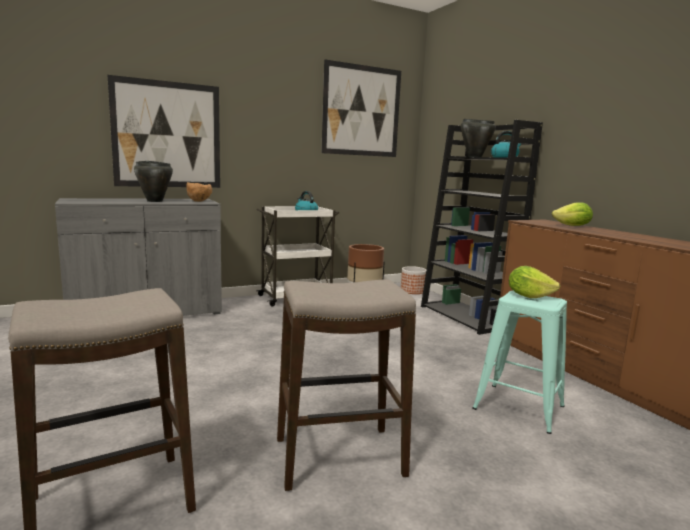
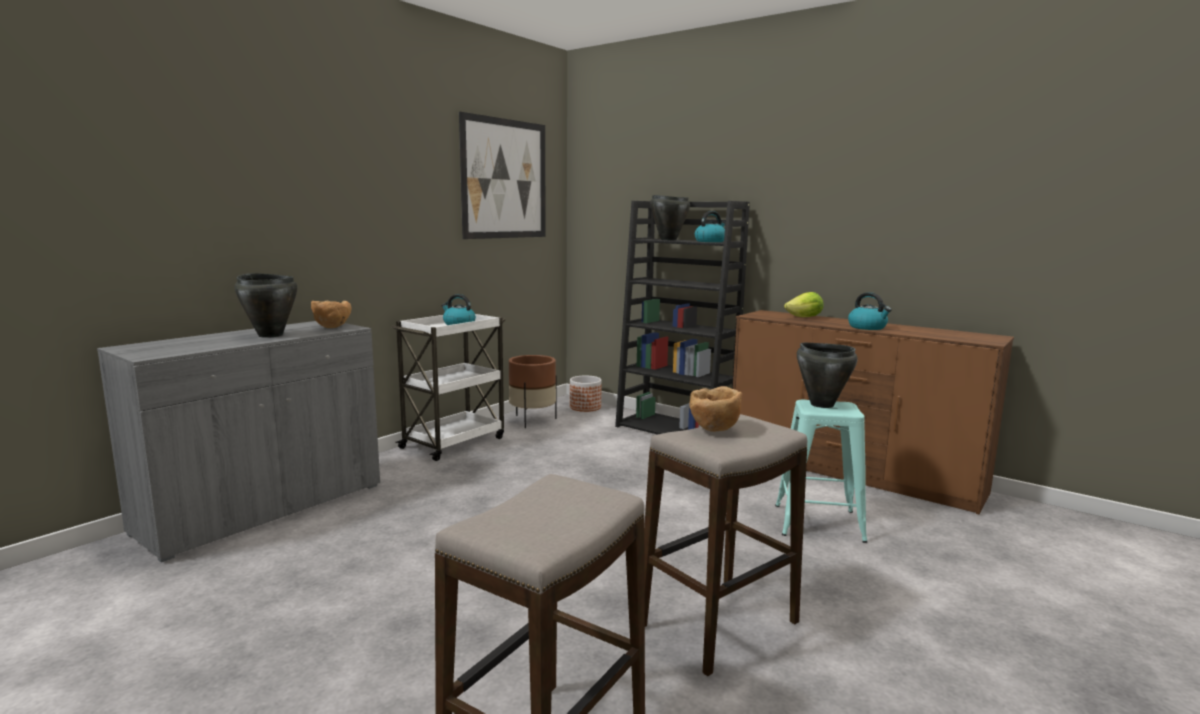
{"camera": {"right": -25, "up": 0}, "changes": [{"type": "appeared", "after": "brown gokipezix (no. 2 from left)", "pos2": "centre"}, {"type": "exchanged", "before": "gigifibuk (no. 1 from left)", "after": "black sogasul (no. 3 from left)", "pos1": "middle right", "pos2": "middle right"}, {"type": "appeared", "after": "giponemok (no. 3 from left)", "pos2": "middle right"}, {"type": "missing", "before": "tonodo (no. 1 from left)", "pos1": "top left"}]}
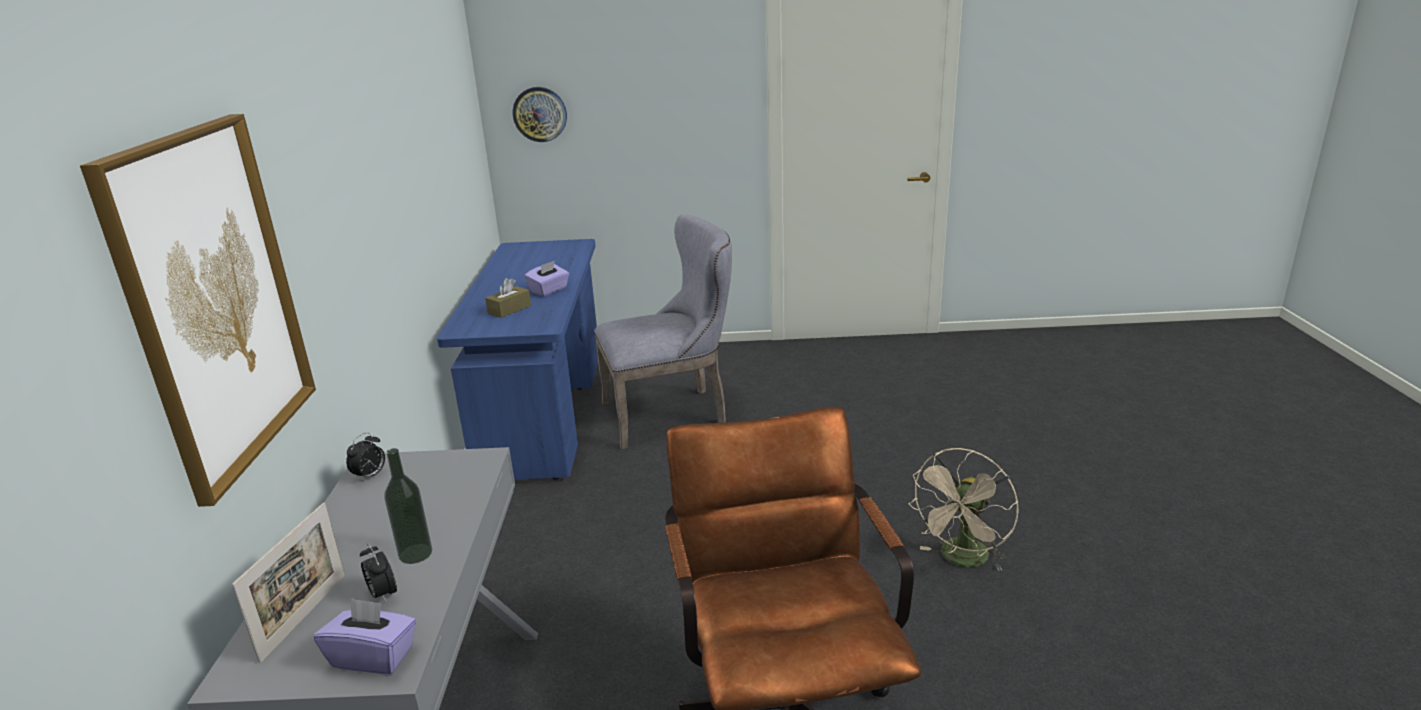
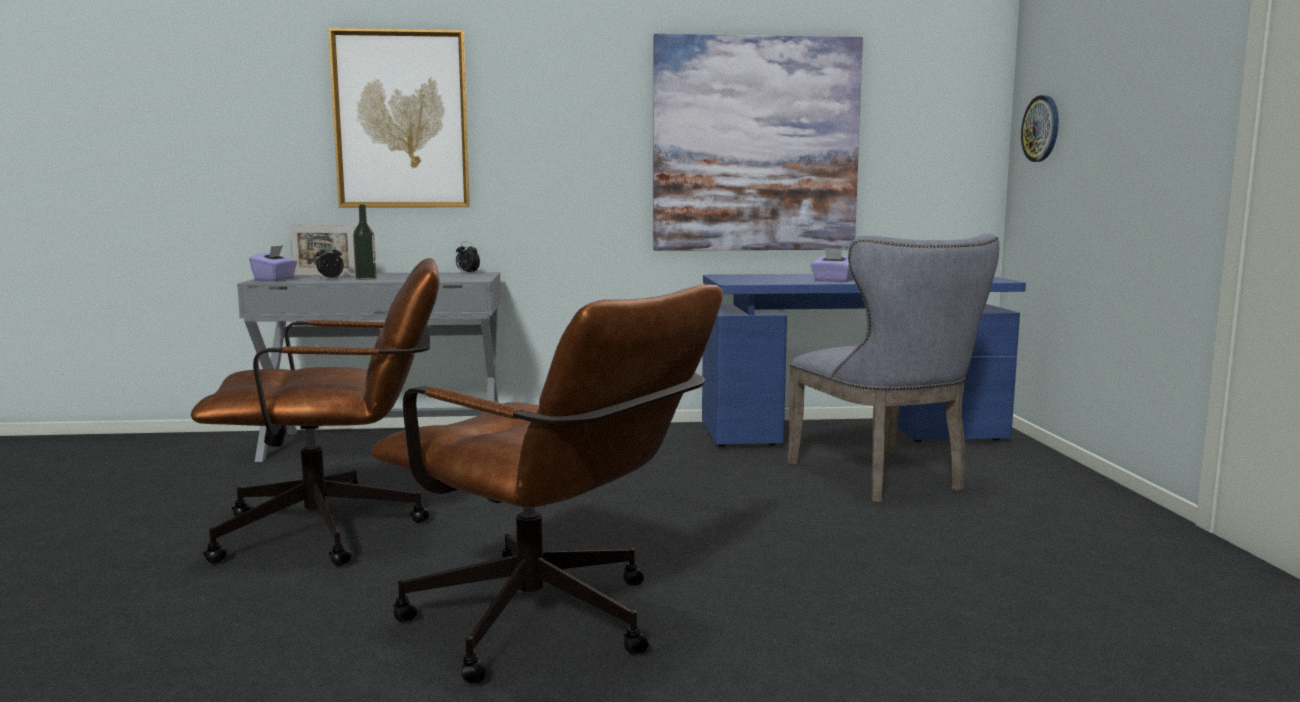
{"camera": {"right": 85, "up": -15}, "changes": [{"type": "exchanged", "before": "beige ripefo", "after": "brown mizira (no. 2 from left)", "pos1": "bottom right", "pos2": "bottom centre"}, {"type": "appeared", "after": "tonodo (no. 2 from left)", "pos2": "top centre"}, {"type": "missing", "before": "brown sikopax", "pos1": "centre"}]}
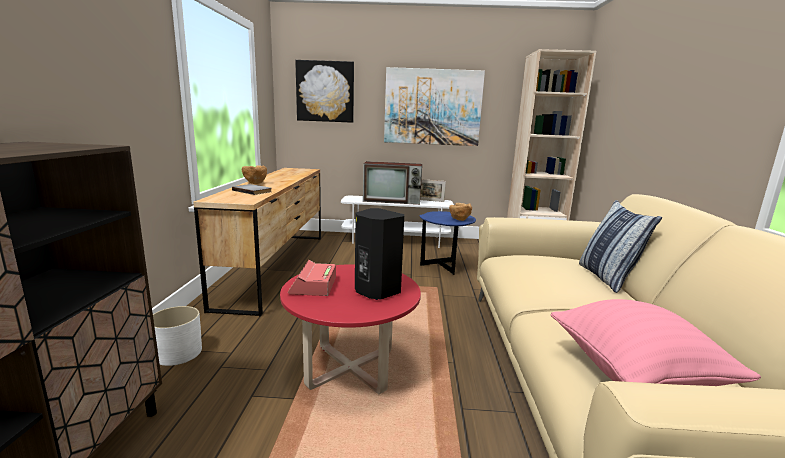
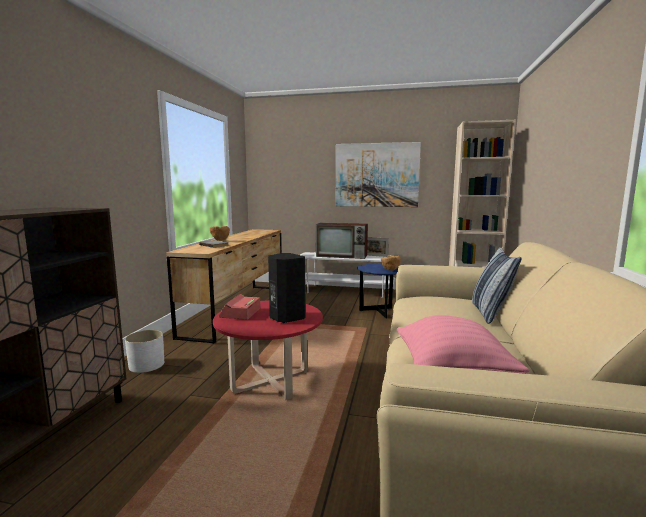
{"camera": {"right": 10, "up": -5}, "changes": [{"type": "missing", "before": "tonodo (no. 1 from left)", "pos1": "top centre"}]}
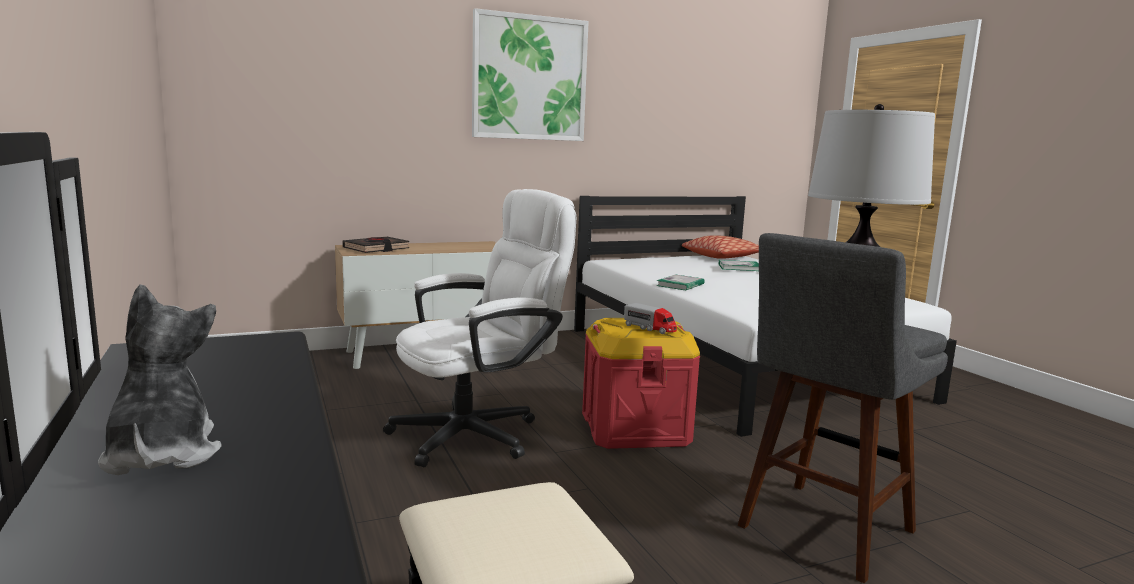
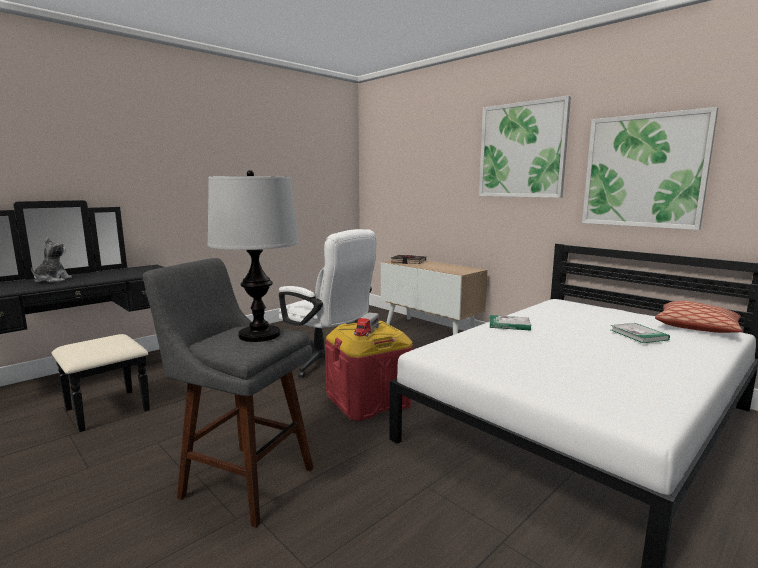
{"camera": {"right": 70, "up": 0}, "changes": [{"type": "spun", "before": "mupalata", "pos1": "middle left", "pos2": "middle left", "turn": -45}, {"type": "appeared", "after": "tonodo (no. 2 from left)", "pos2": "top right"}]}
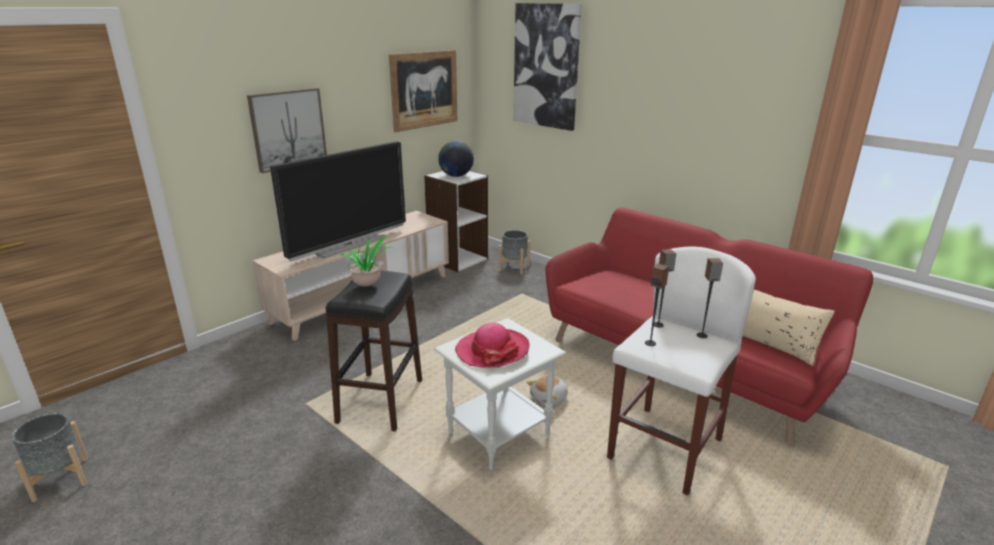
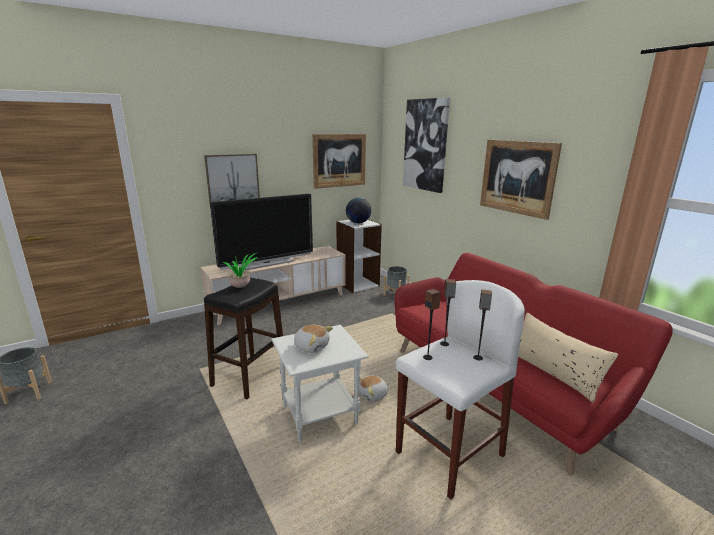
{"camera": {"right": 15, "up": -5}, "changes": [{"type": "exchanged", "before": "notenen", "after": "mupalata (no. 1 from left)", "pos1": "centre", "pos2": "centre"}, {"type": "appeared", "after": "tonodo (no. 4 from left)", "pos2": "middle right"}]}
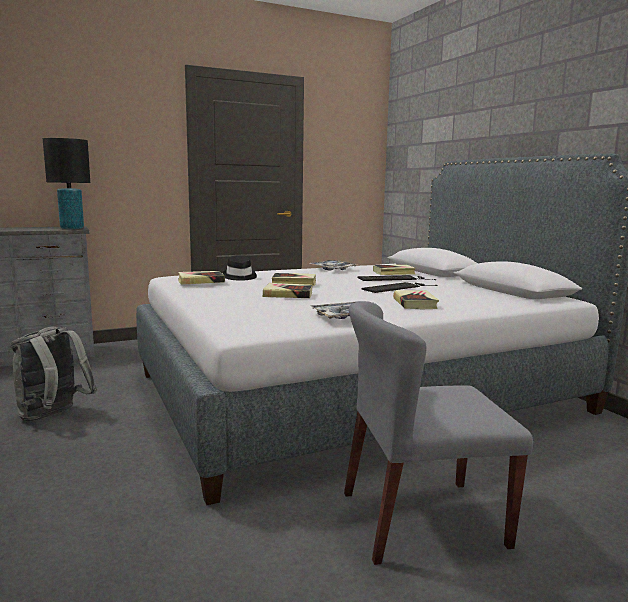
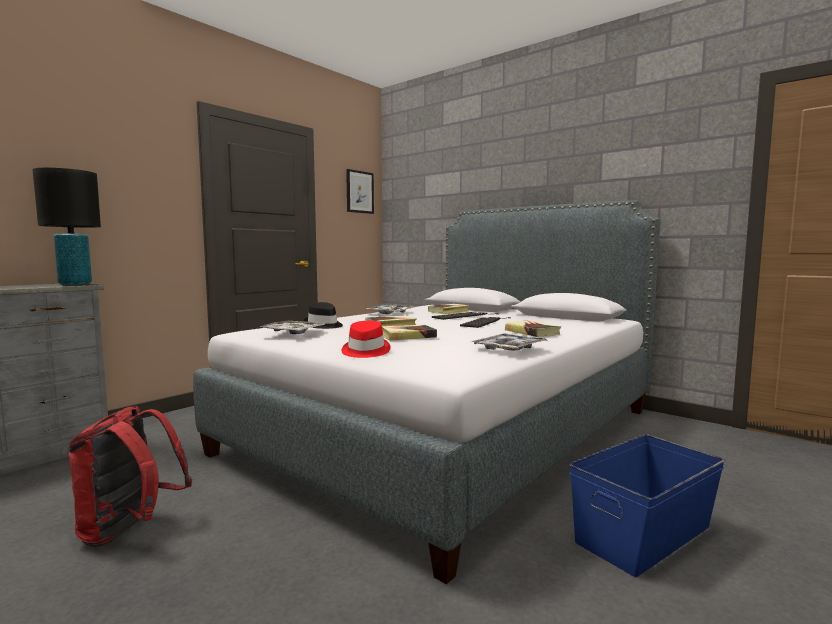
{"camera": {"right": -25, "up": -5}, "changes": [{"type": "colour", "before": "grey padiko", "after": "red padiko", "pos1": "middle left", "pos2": "bottom left"}, {"type": "exchanged", "before": "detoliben (no. 1 from left)", "after": "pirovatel (no. 1 from left)", "pos1": "middle left", "pos2": "centre"}, {"type": "appeared", "after": "red notenen", "pos2": "centre"}, {"type": "appeared", "after": "tonodo", "pos2": "top centre"}, {"type": "exchanged", "before": "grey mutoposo", "after": "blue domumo", "pos1": "bottom right", "pos2": "bottom right"}]}
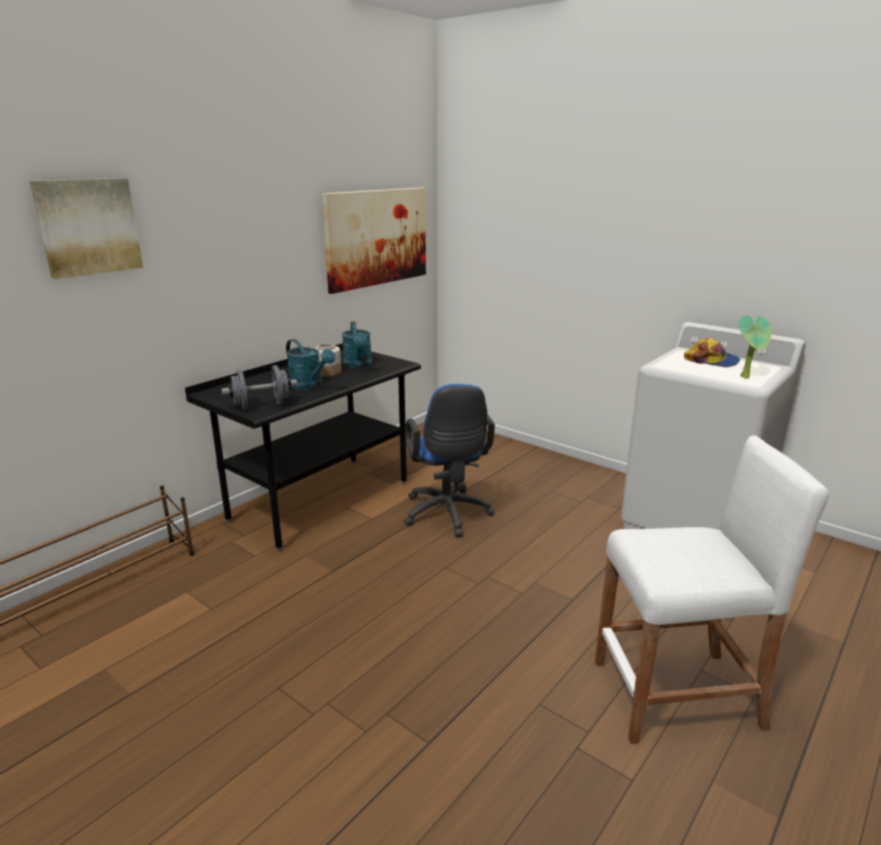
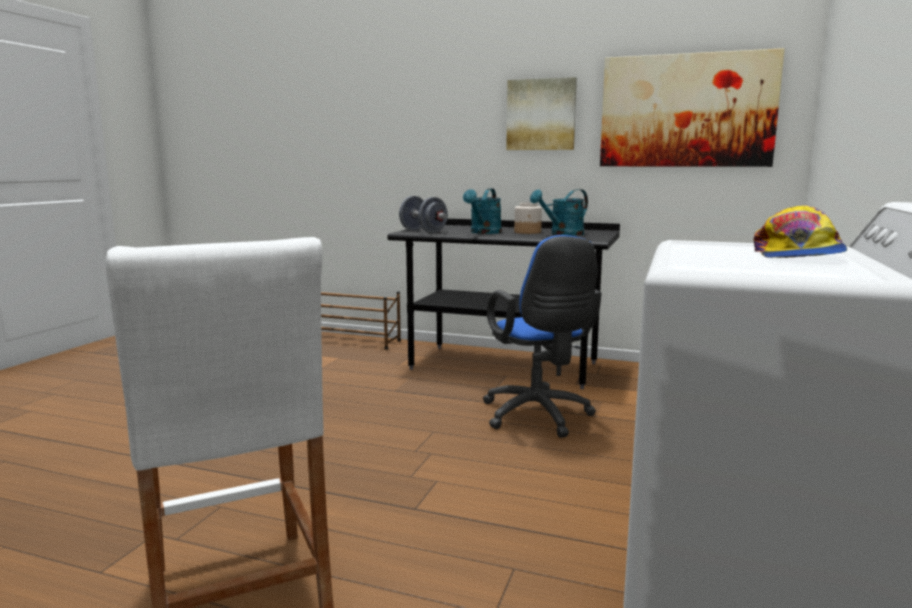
{"camera": {"right": 70, "up": -10}, "changes": [{"type": "spun", "before": "blue mizira", "pos1": "centre", "pos2": "centre", "turn": -75}, {"type": "relocated", "before": "tonodo (no. 1 from left)", "pos1": "top left", "pos2": "top centre"}, {"type": "missing", "before": "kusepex", "pos1": "middle right"}]}
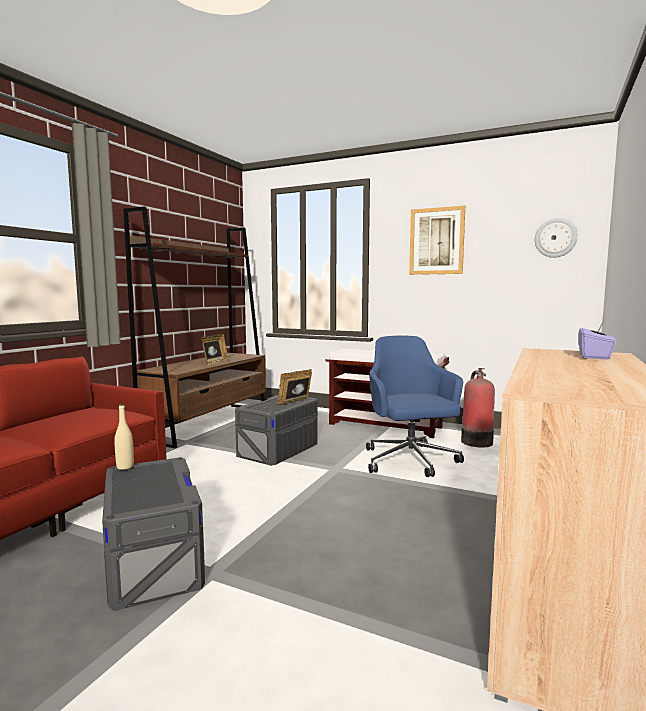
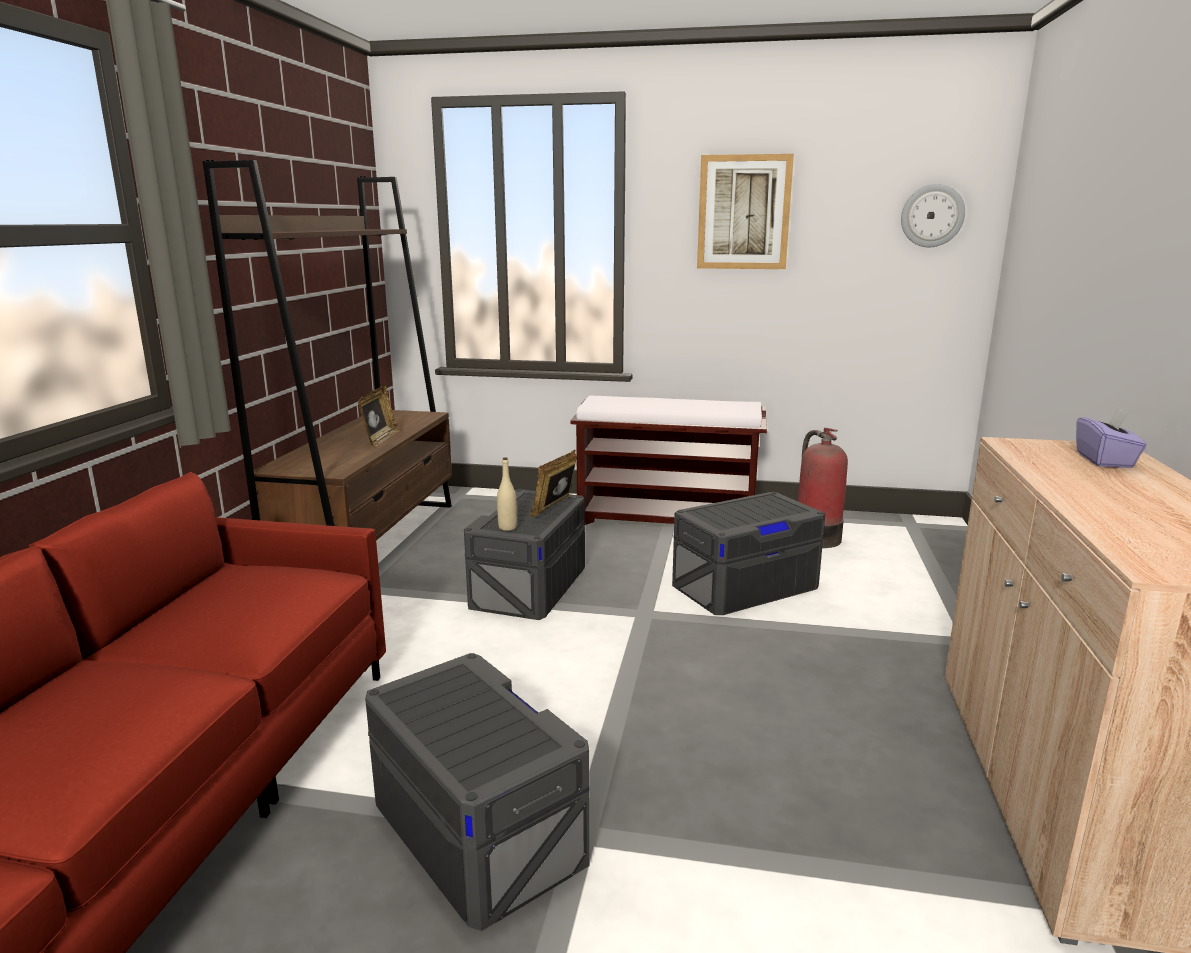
{"camera": {"right": -15, "up": 10}, "changes": [{"type": "relocated", "before": "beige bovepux", "pos1": "middle left", "pos2": "centre"}, {"type": "exchanged", "before": "blue mizira", "after": "grey domumo (no. 3 from left)", "pos1": "centre", "pos2": "centre"}]}
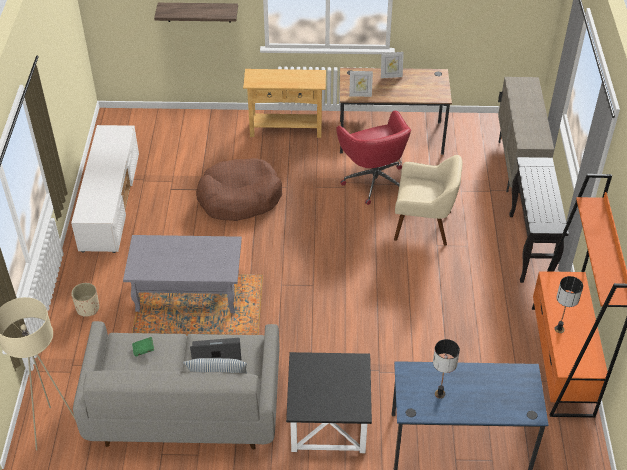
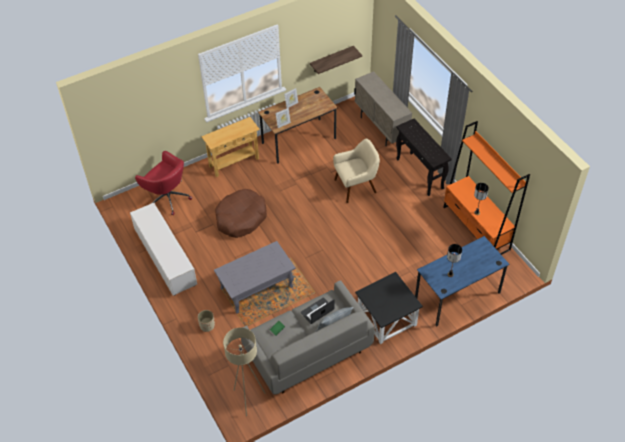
{"camera": {"right": -30, "up": 5}, "changes": [{"type": "relocated", "before": "red mizira", "pos1": "centre", "pos2": "middle left"}, {"type": "relocated", "before": "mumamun", "pos1": "top left", "pos2": "top centre"}]}
